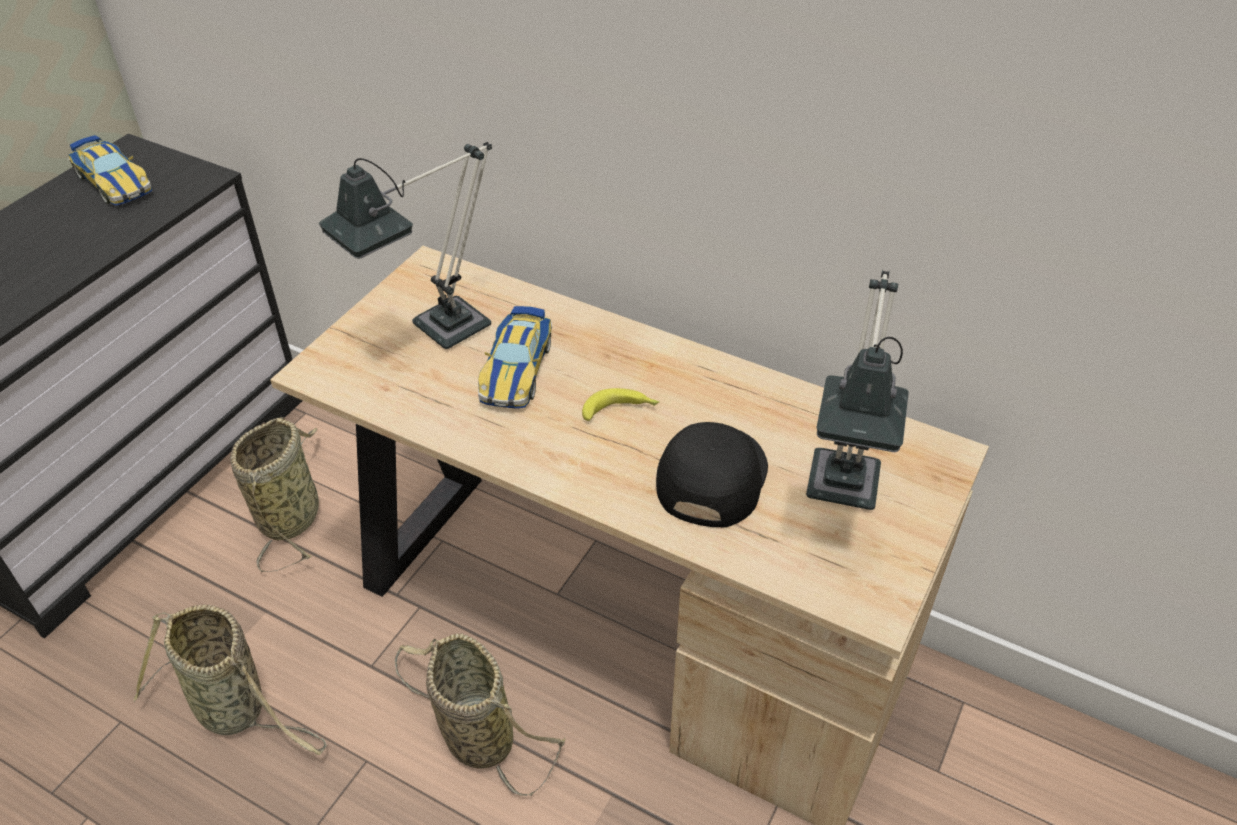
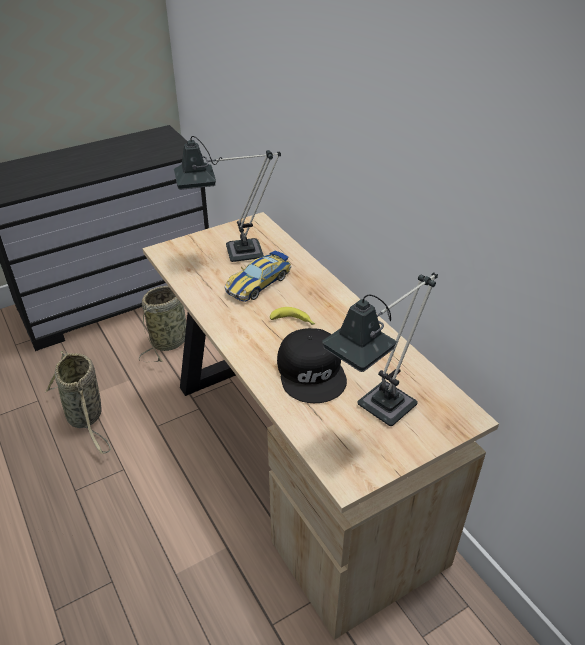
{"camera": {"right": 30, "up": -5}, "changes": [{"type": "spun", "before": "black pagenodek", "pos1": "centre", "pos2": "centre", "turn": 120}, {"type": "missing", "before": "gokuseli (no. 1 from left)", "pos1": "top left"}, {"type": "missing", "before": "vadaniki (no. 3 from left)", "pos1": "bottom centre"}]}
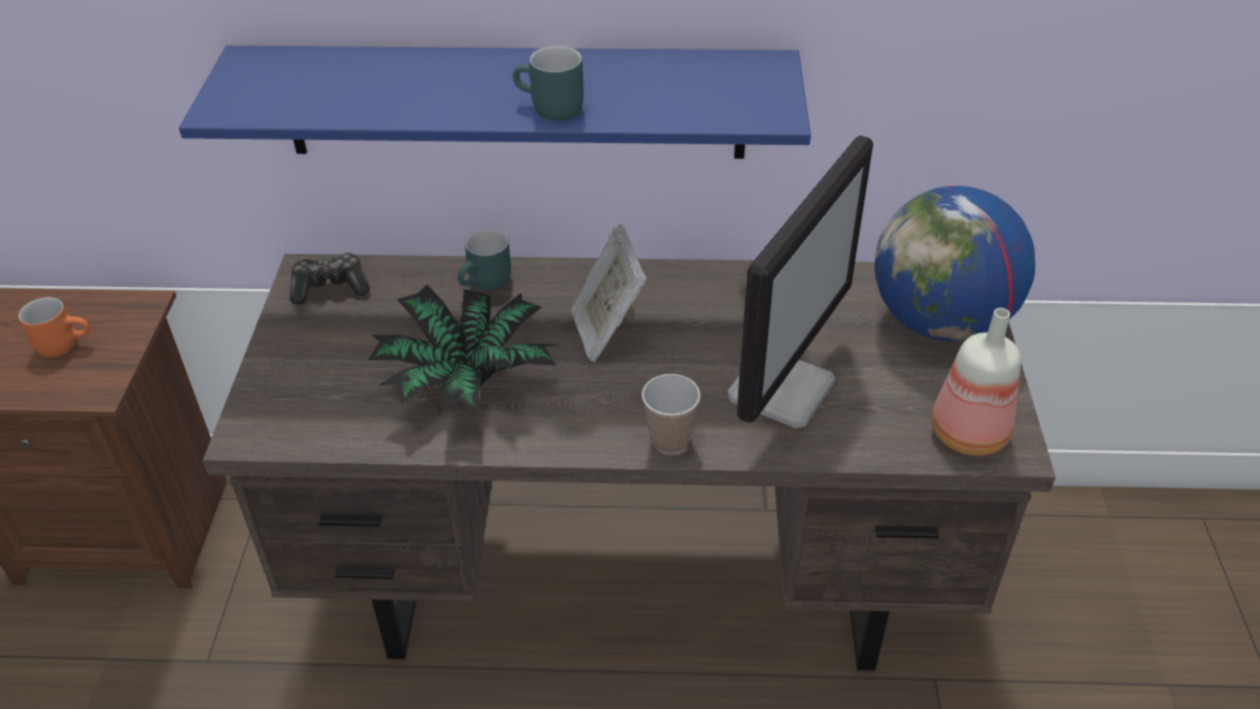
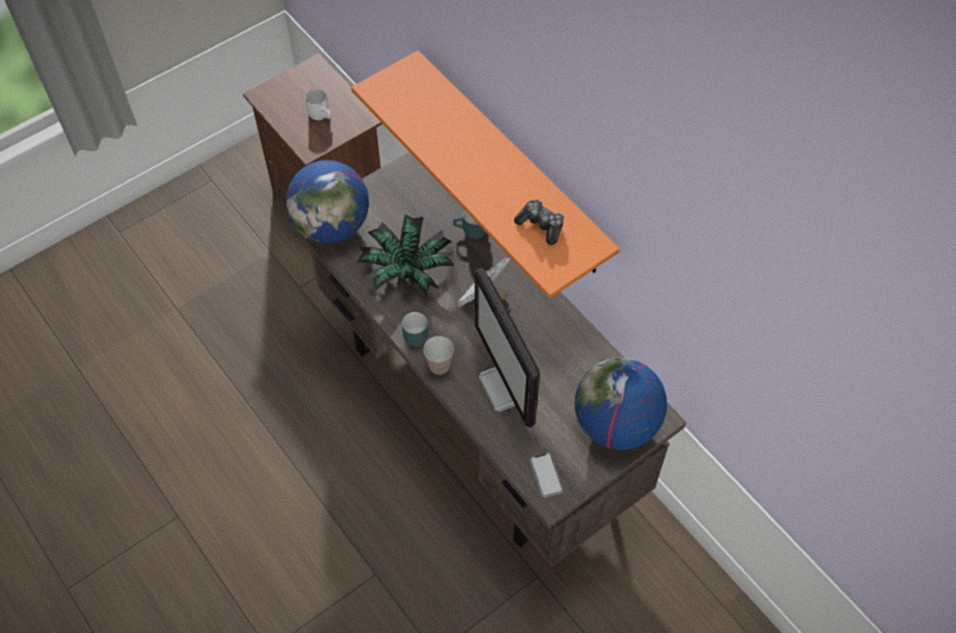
{"camera": {"right": 50, "up": 15}, "changes": [{"type": "appeared", "after": "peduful (no. 1 from left)", "pos2": "top centre"}, {"type": "colour", "before": "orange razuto", "after": "white razuto", "pos1": "middle left", "pos2": "top left"}, {"type": "colour", "before": "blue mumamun", "after": "orange mumamun", "pos1": "top centre", "pos2": "top centre"}, {"type": "relocated", "before": "turquoise razuto (no. 2 from left in the first image)", "after": "turquoise razuto (no. 1 from left)", "pos1": "top centre", "pos2": "centre"}, {"type": "spun", "before": "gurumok", "pos1": "centre", "pos2": "centre", "turn": 75}, {"type": "relocated", "before": "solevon", "pos1": "middle left", "pos2": "centre"}, {"type": "exchanged", "before": "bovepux", "after": "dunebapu", "pos1": "middle right", "pos2": "bottom centre"}]}
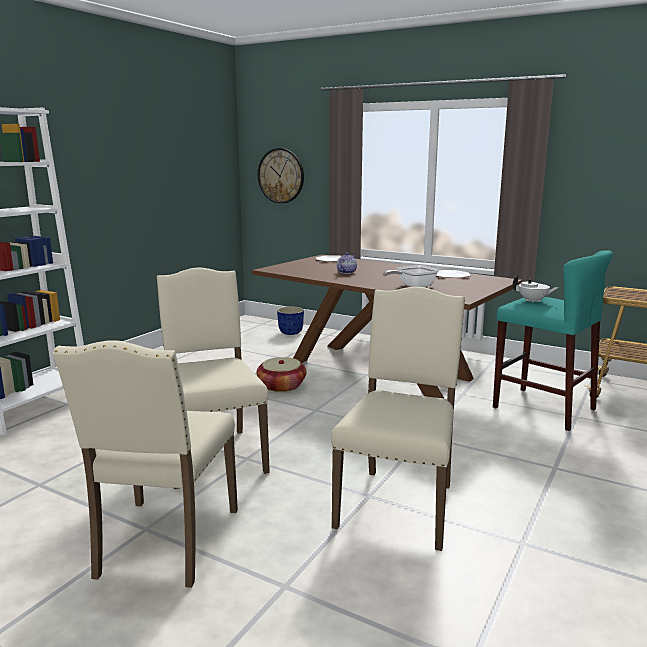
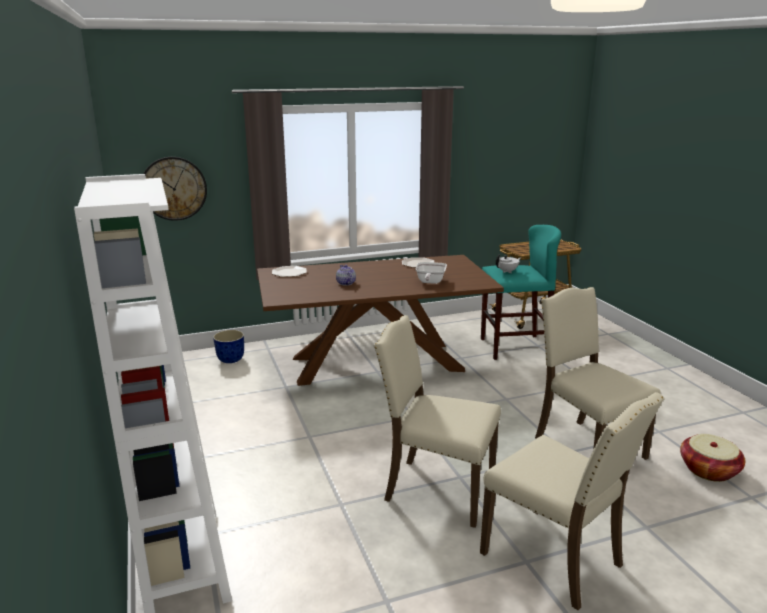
{"camera": {"right": -50, "up": 5}, "changes": [{"type": "relocated", "before": "vadaniki", "pos1": "centre", "pos2": "bottom right"}]}
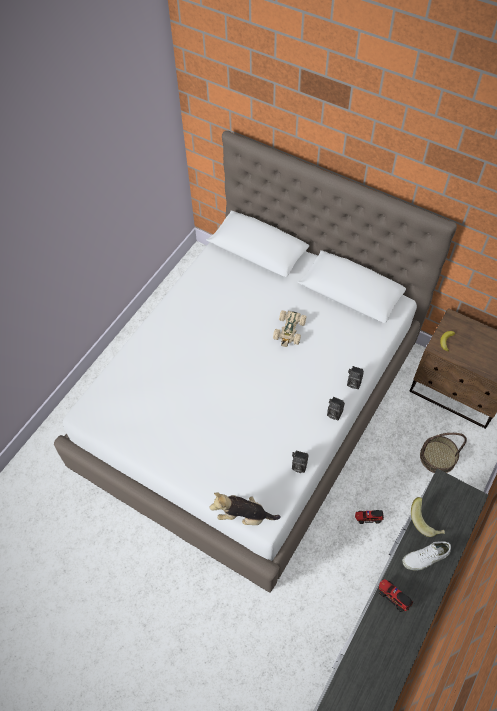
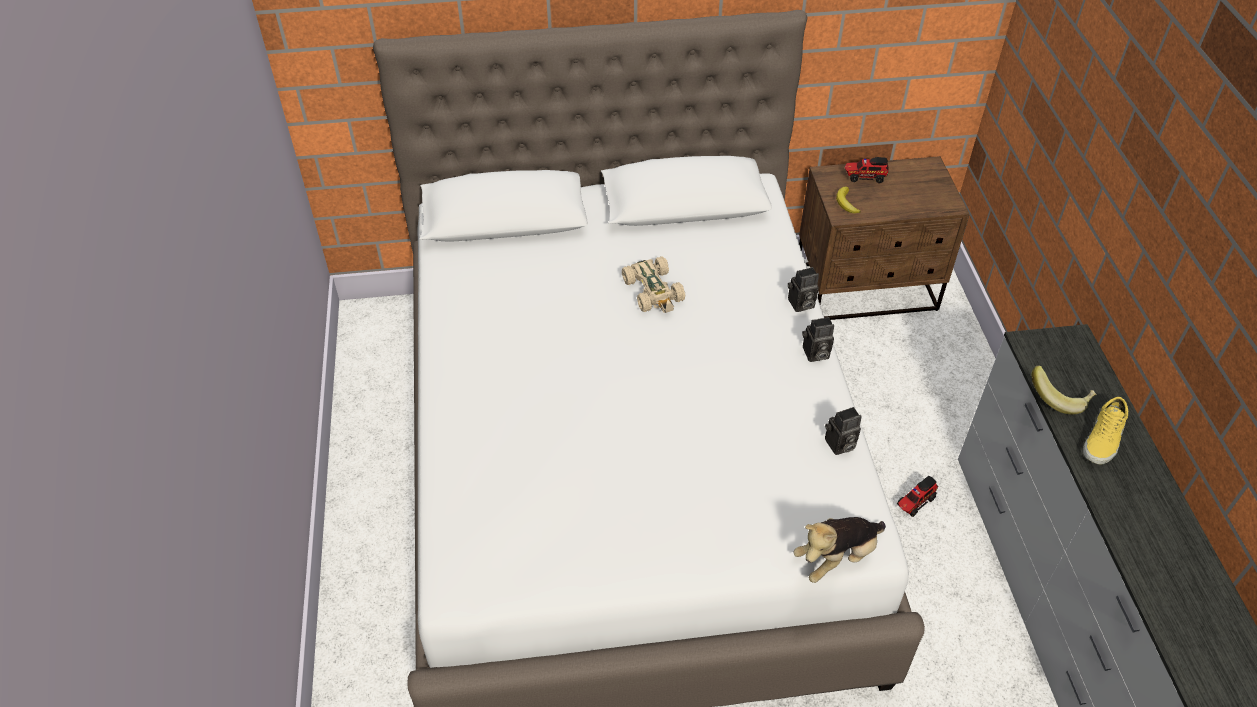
{"camera": {"right": -40, "up": -10}, "changes": [{"type": "relocated", "before": "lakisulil (no. 2 from left in the first image)", "after": "lakisulil (no. 1 from left)", "pos1": "bottom right", "pos2": "top right"}, {"type": "colour", "before": "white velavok", "after": "yellow velavok", "pos1": "bottom right", "pos2": "middle right"}, {"type": "missing", "before": "vadaniki", "pos1": "middle right"}]}
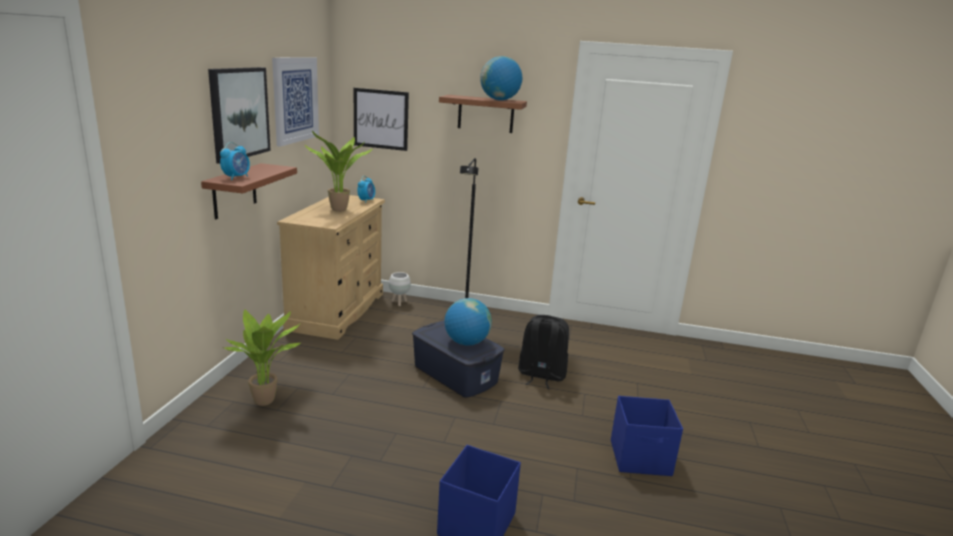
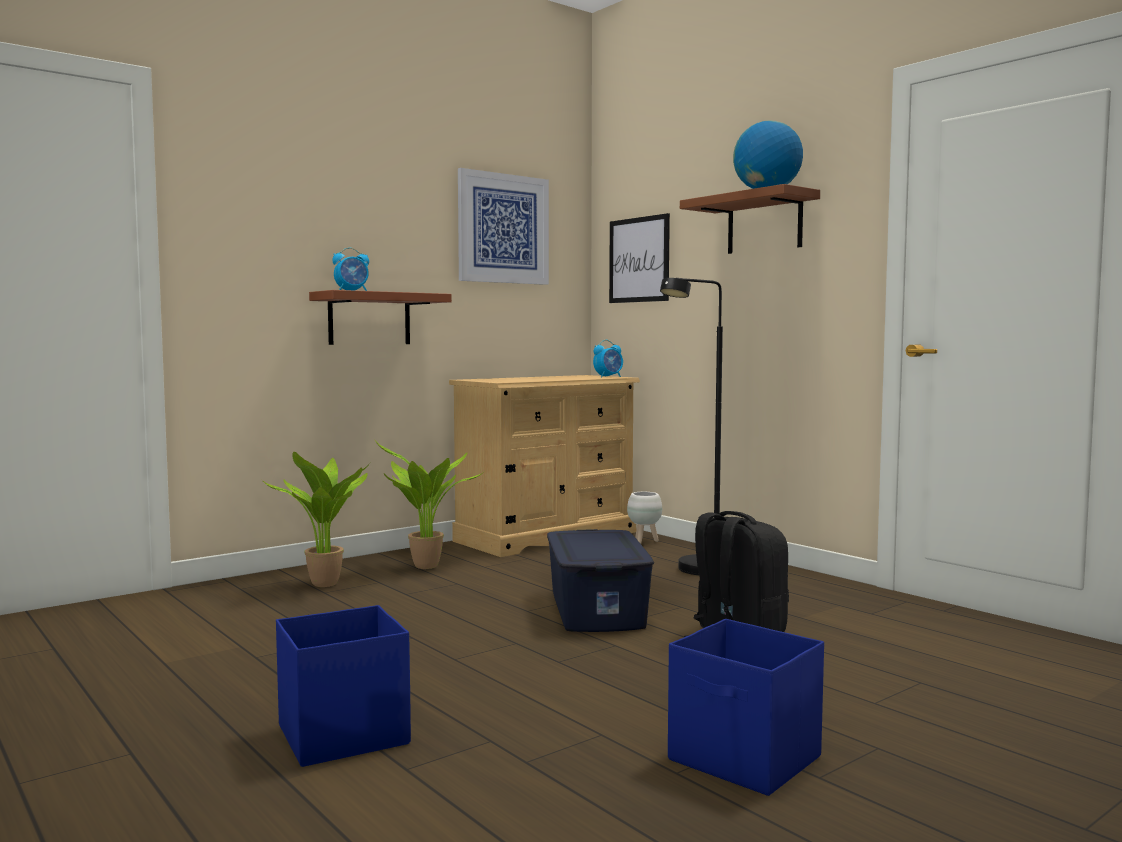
{"camera": {"right": 40, "up": -15}, "changes": [{"type": "relocated", "before": "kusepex (no. 2 from left)", "pos1": "top centre", "pos2": "centre"}, {"type": "missing", "before": "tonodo (no. 1 from left)", "pos1": "top left"}, {"type": "missing", "before": "peduful (no. 1 from left)", "pos1": "centre"}]}
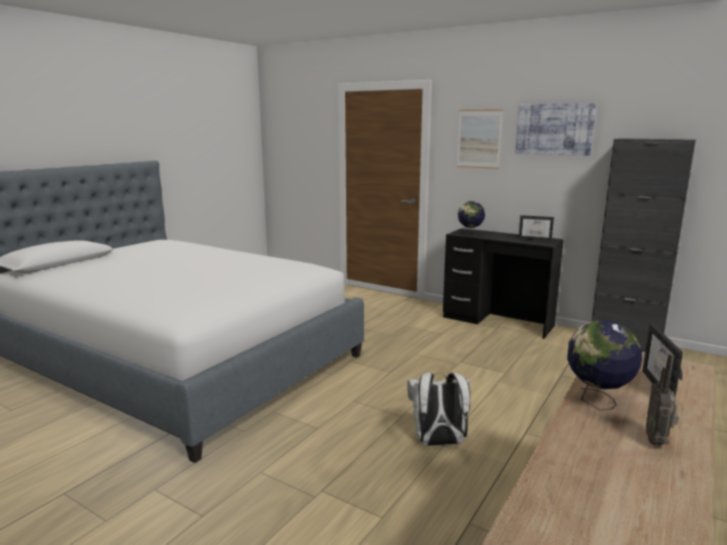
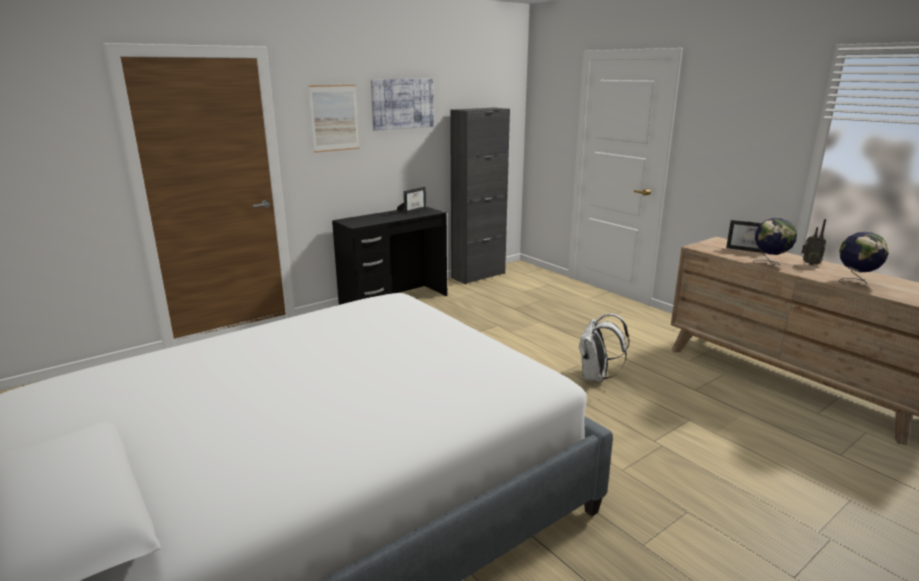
{"camera": {"right": -70, "up": 5}, "changes": [{"type": "relocated", "before": "peduful (no. 1 from left in the first image)", "after": "peduful (no. 2 from left)", "pos1": "centre", "pos2": "middle right"}]}
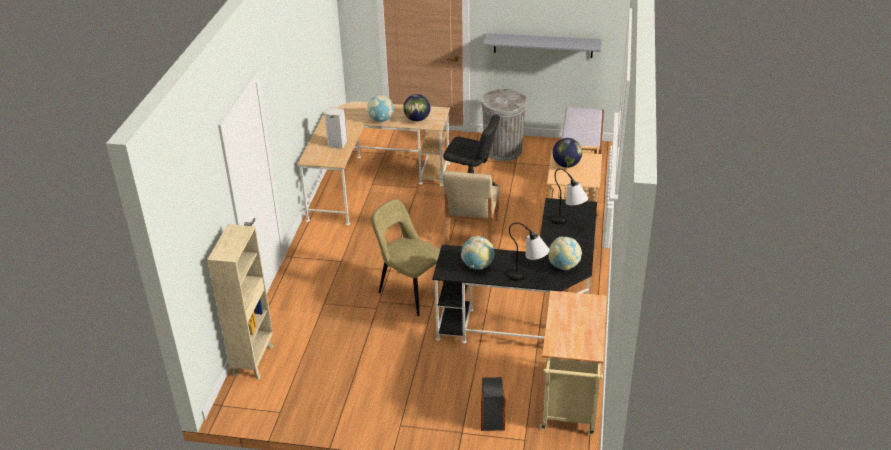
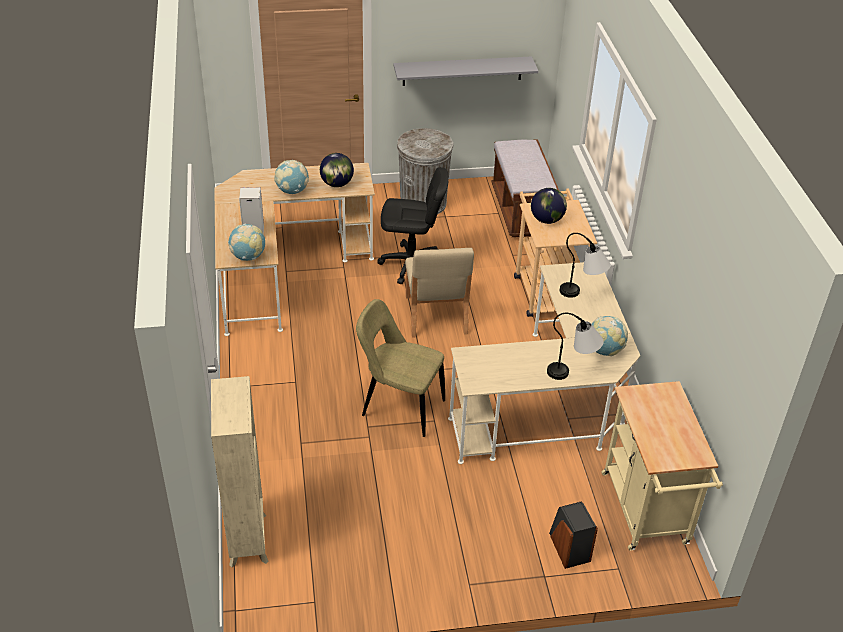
{"camera": {"right": -20, "up": 5}, "changes": [{"type": "relocated", "before": "peduful (no. 3 from left in the first image)", "after": "peduful (no. 1 from left)", "pos1": "centre", "pos2": "middle left"}, {"type": "colour", "before": "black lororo", "after": "beige lororo (no. 2 from left)", "pos1": "centre", "pos2": "centre"}]}
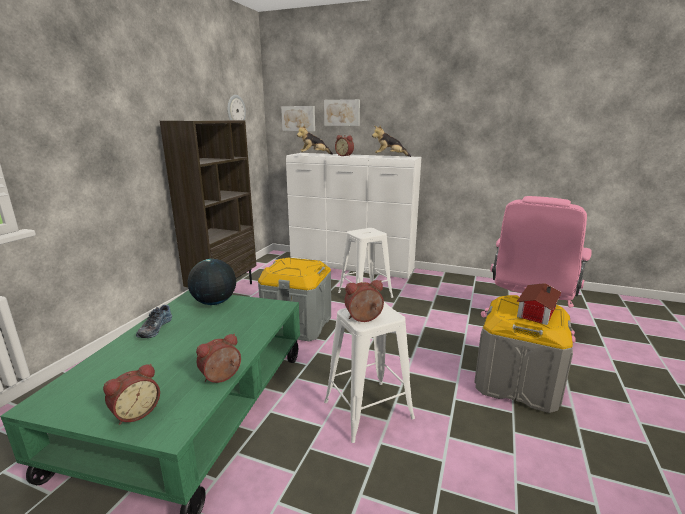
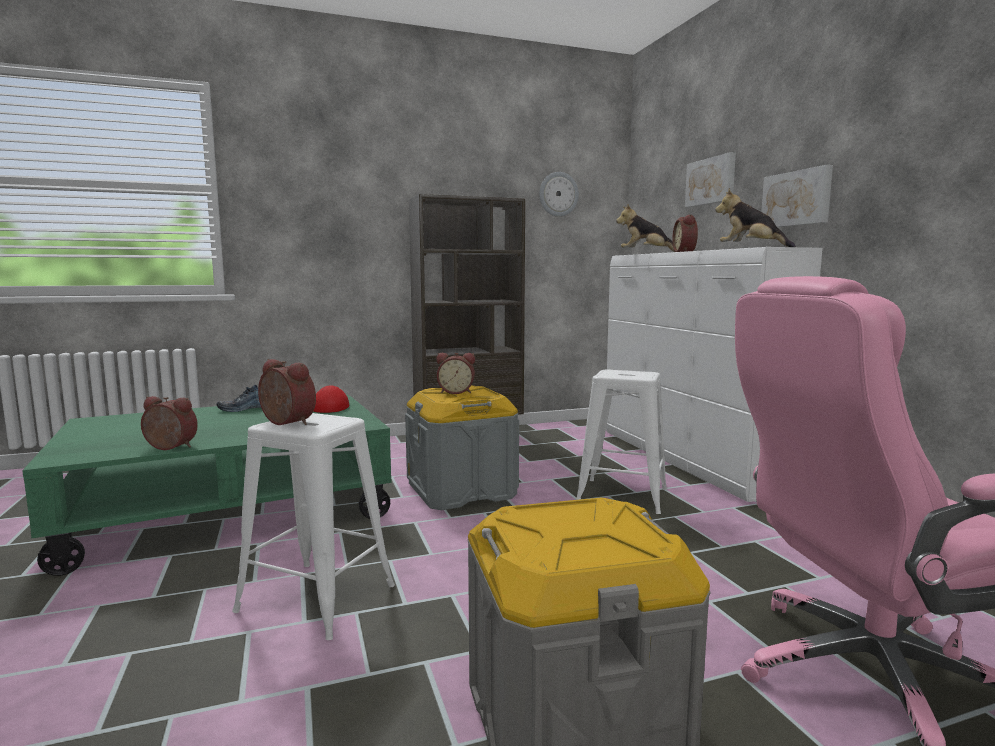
{"camera": {"right": 50, "up": -10}, "changes": [{"type": "exchanged", "before": "peduful", "after": "red pagenodek", "pos1": "middle left", "pos2": "middle left"}, {"type": "relocated", "before": "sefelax (no. 1 from left in the first image)", "after": "sefelax (no. 3 from left)", "pos1": "bottom left", "pos2": "centre"}, {"type": "relocated", "before": "tonodo (no. 1 from left in the first image)", "after": "tonodo (no. 2 from left)", "pos1": "top centre", "pos2": "top right"}, {"type": "missing", "before": "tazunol", "pos1": "middle right"}]}
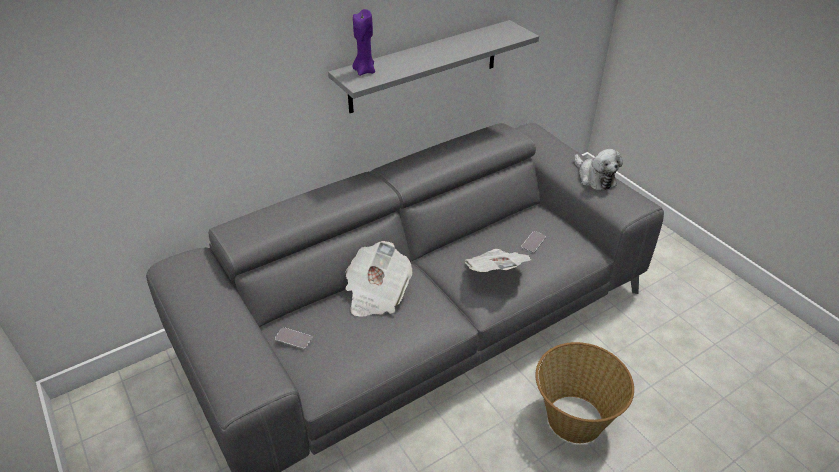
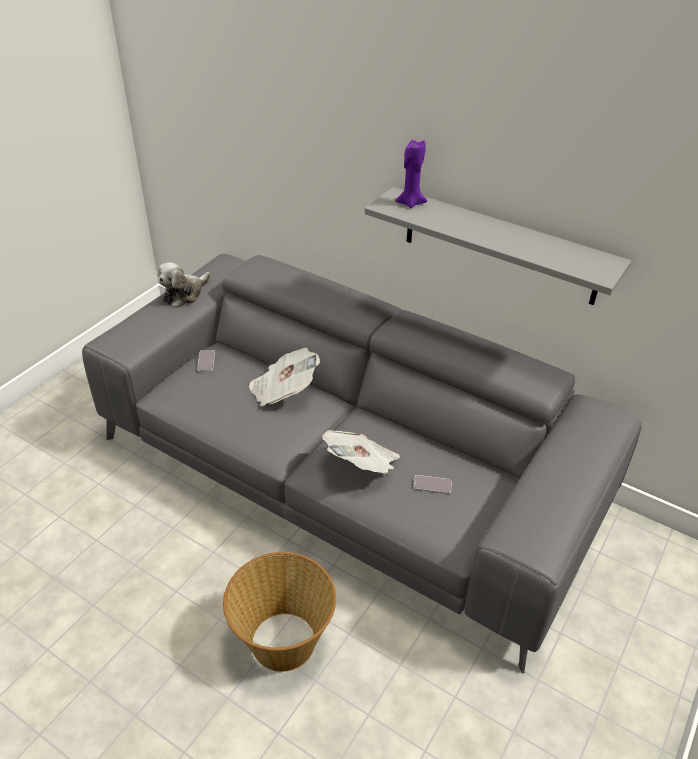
{"camera": {"right": 65, "up": 0}, "changes": [{"type": "relocated", "before": "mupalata", "pos1": "middle right", "pos2": "middle left"}]}
